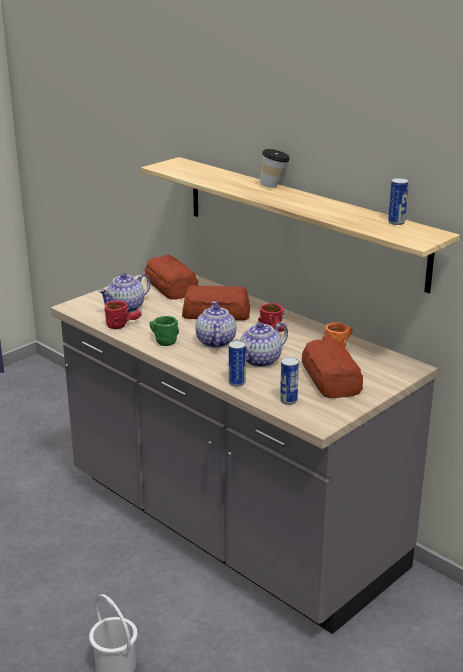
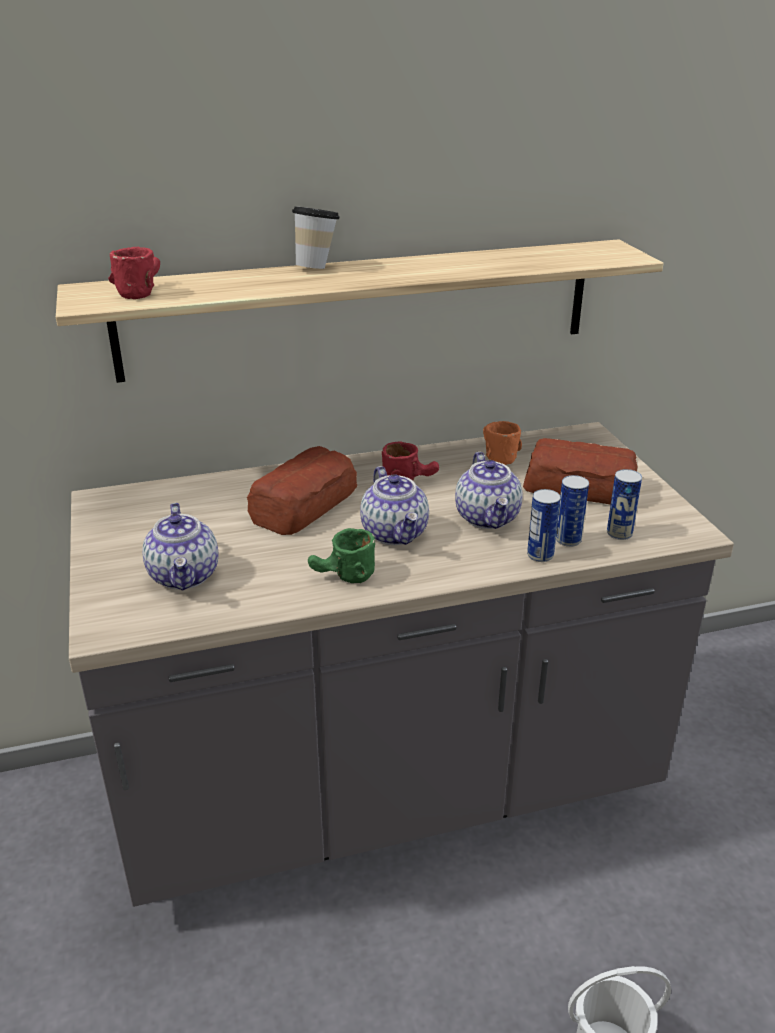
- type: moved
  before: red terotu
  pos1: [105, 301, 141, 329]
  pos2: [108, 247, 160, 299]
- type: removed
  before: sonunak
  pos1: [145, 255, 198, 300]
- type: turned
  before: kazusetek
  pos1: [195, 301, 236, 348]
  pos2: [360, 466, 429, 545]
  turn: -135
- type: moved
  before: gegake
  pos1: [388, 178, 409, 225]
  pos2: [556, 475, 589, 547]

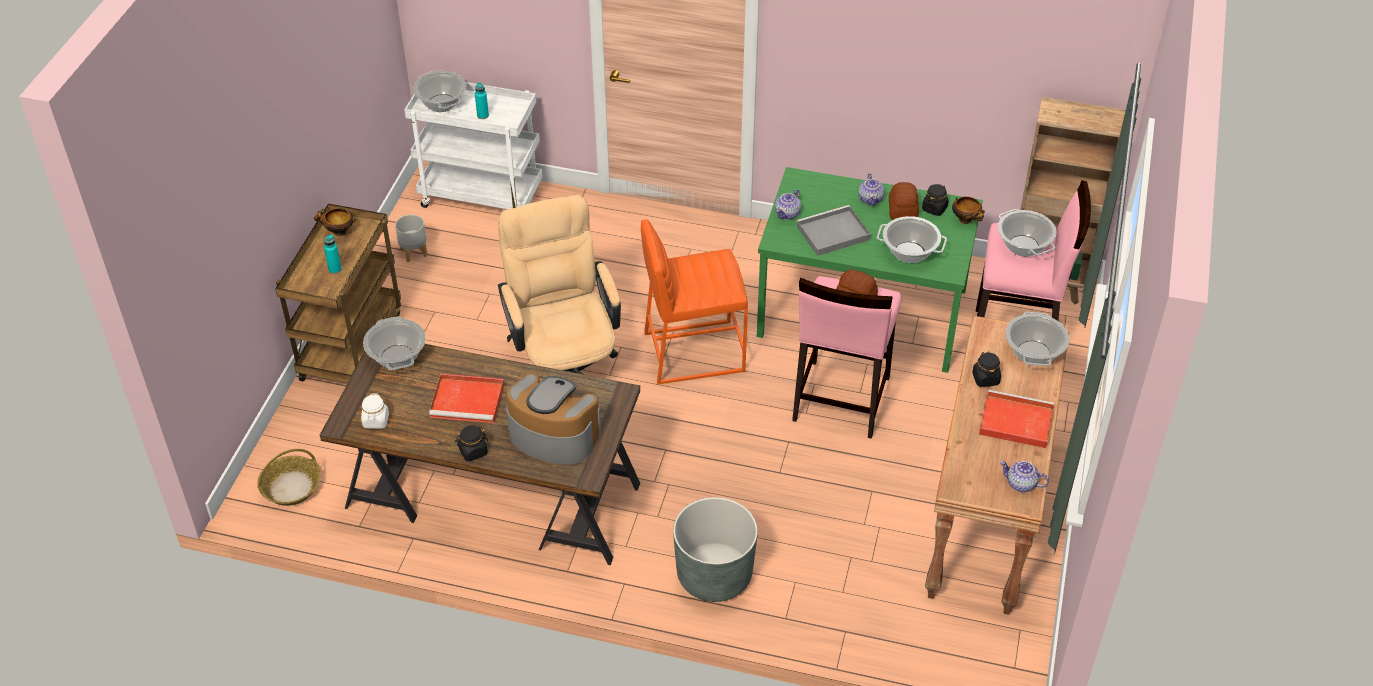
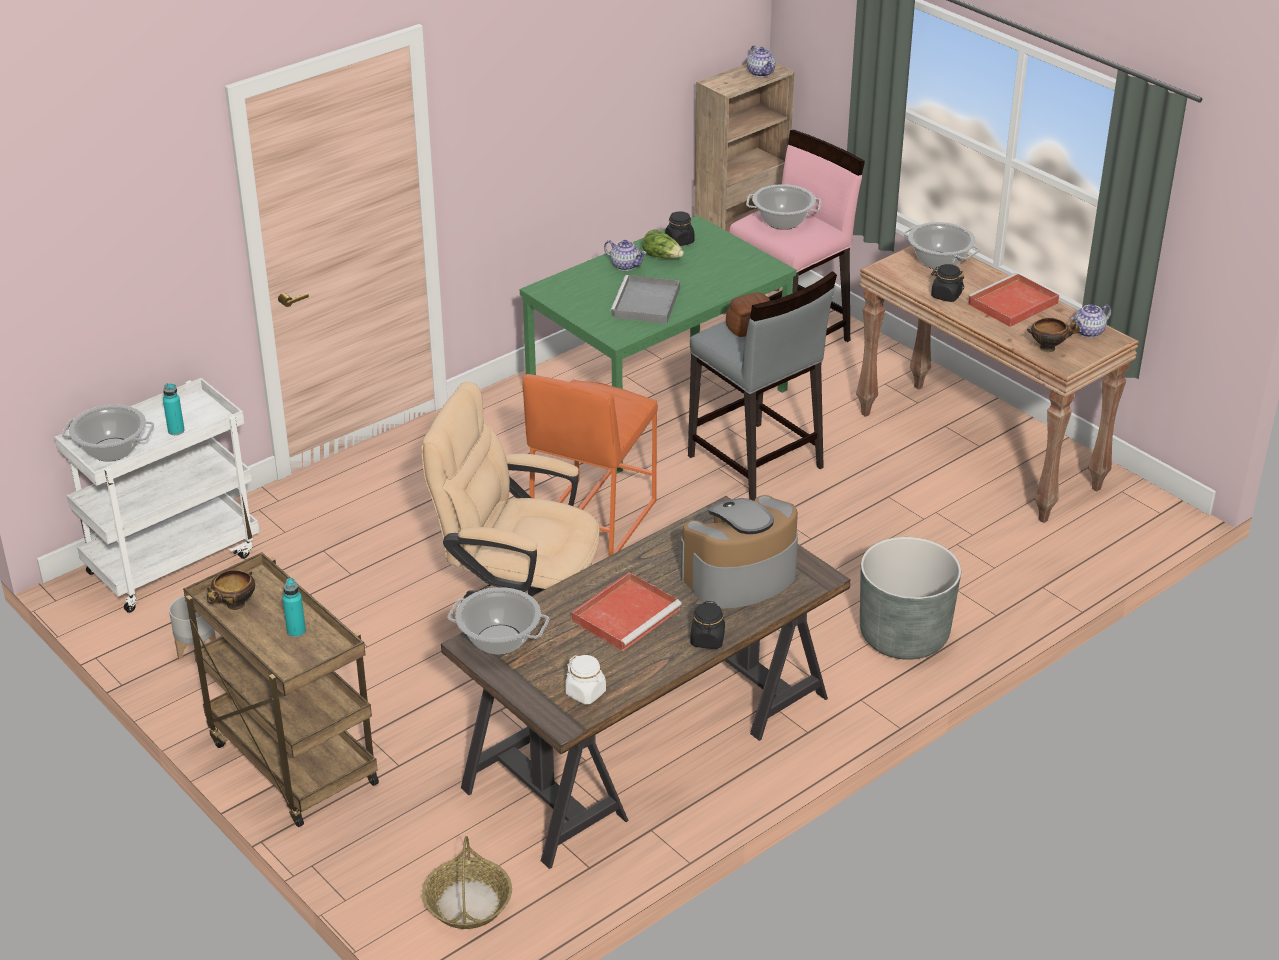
- type: moved
  before: kazusetek
  pos1: [775, 189, 801, 220]
  pos2: [747, 45, 776, 77]
- type: recoloured
  before: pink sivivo
  after: grey sivivo
  pos1: [792, 276, 901, 439]
  pos2: [688, 271, 837, 501]
- type: removed
  before: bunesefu
  pos1: [877, 216, 947, 263]
- type: replaced
  before: sonunak
  after: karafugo
  pos1: [889, 182, 919, 220]
  pos2: [642, 229, 684, 258]
- type: moved
  before: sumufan
  pos1: [952, 197, 985, 224]
  pos2: [1027, 318, 1080, 352]

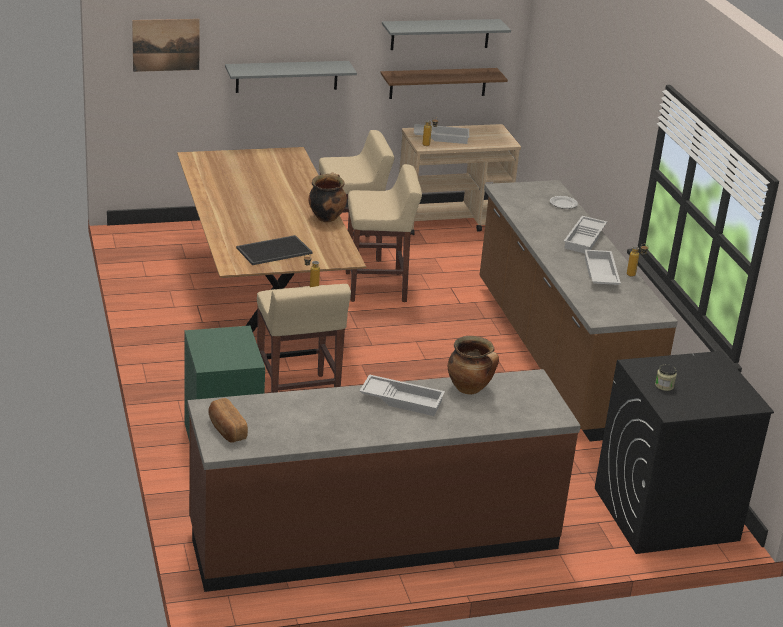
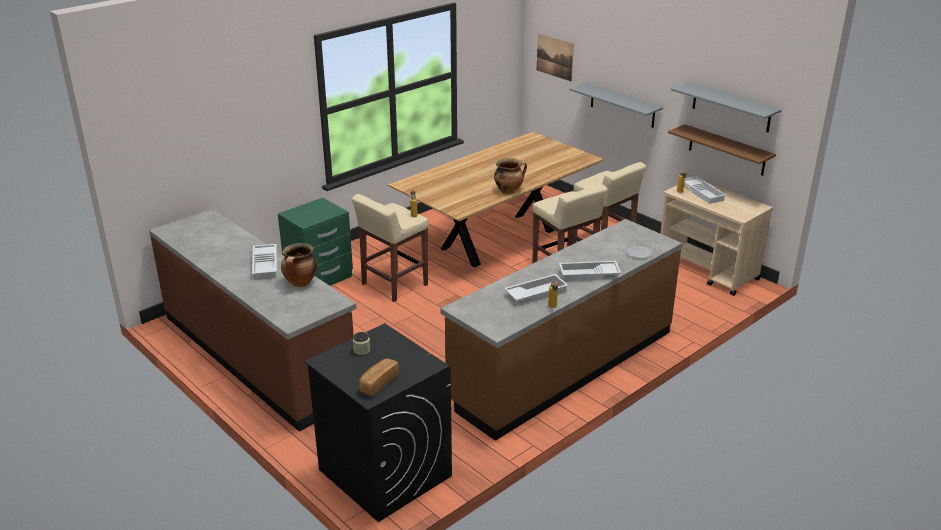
- type: moved
  before: sonunak
  pos1: [208, 398, 248, 443]
  pos2: [358, 358, 399, 396]
- type: removed
  before: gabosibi
  pos1: [236, 235, 313, 265]

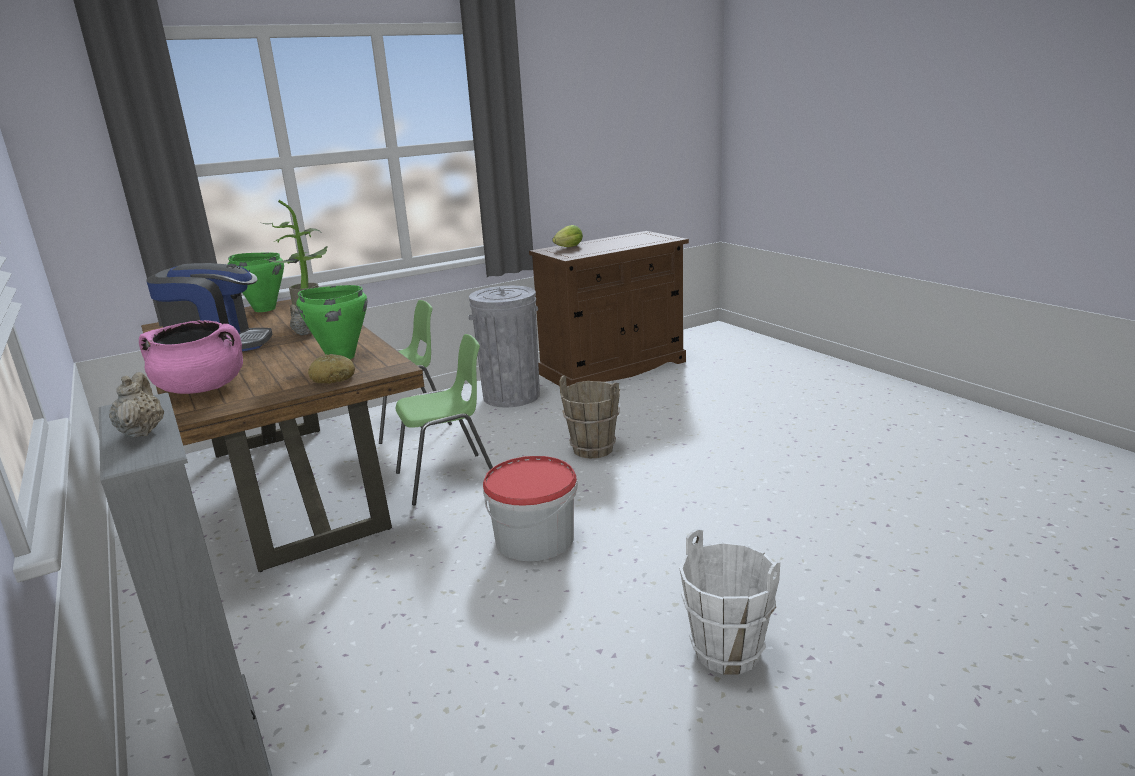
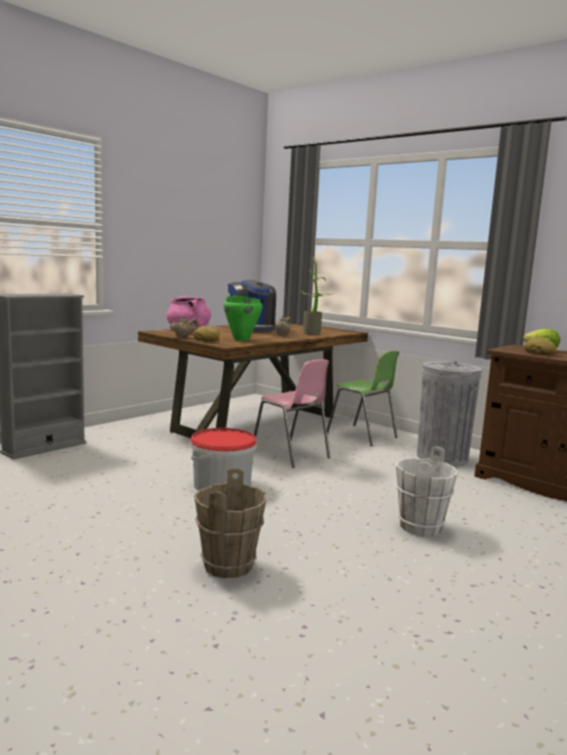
- type: moved
  before: beige kazusetek
  pos1: [109, 372, 164, 438]
  pos2: [170, 316, 199, 337]
- type: removed
  before: green bunesefu
  pos1: [228, 253, 284, 312]
- type: recoloured
  before: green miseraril
  after: pink miseraril
  pos1: [396, 334, 493, 505]
  pos2: [254, 359, 330, 468]
- type: moved
  before: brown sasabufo
  pos1: [559, 375, 620, 458]
  pos2: [194, 468, 266, 578]
- type: moved
  before: white sasabufo
  pos1: [679, 529, 780, 675]
  pos2: [396, 447, 458, 536]
- type: added
  after: sonunak
  pos2: [524, 337, 556, 355]

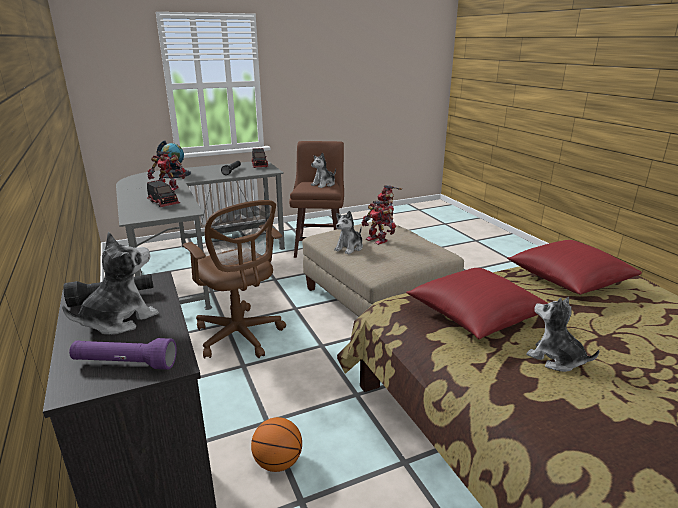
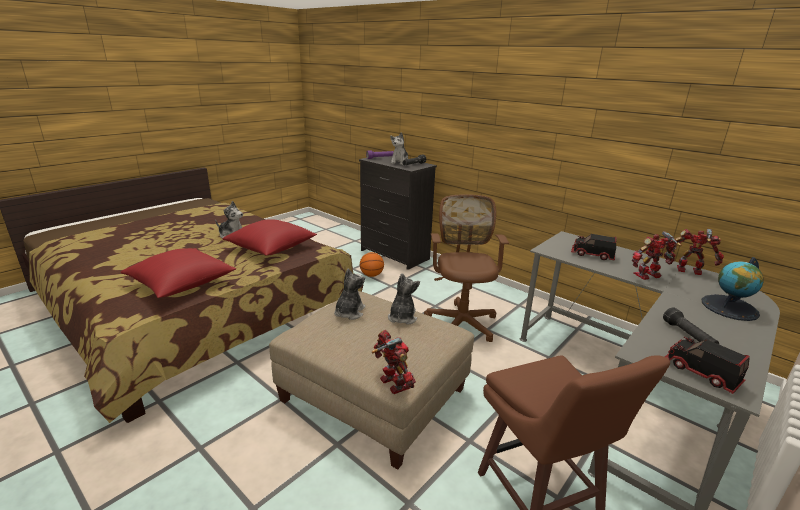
- type: turned
  before: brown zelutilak
  pos1: [183, 200, 286, 359]
  pos2: [424, 194, 509, 342]
  turn: 60
- type: moved
  before: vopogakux
  pos1: [311, 153, 336, 188]
  pos2: [334, 268, 366, 320]
- type: moved
  before: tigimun
  pos1: [361, 201, 396, 245]
  pos2: [671, 229, 724, 275]

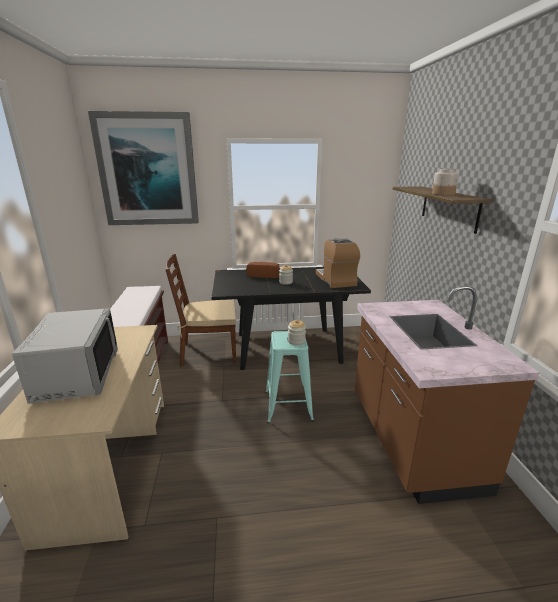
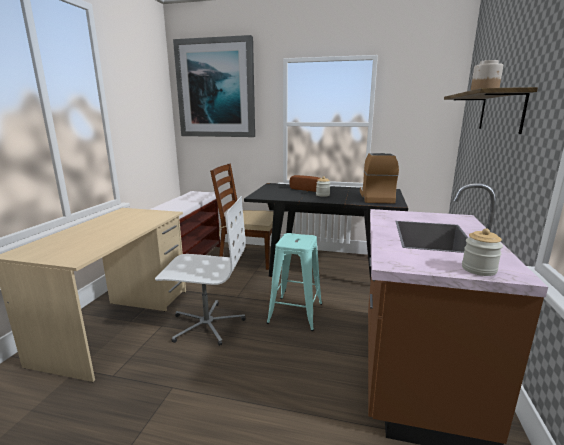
- type: removed
  before: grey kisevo
  pos1: [12, 308, 118, 404]
- type: moved
  before: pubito
  pos1: [288, 320, 306, 345]
  pos2: [462, 228, 503, 276]
- type: added
  after: white zelutilak
  pos2: [155, 196, 246, 346]

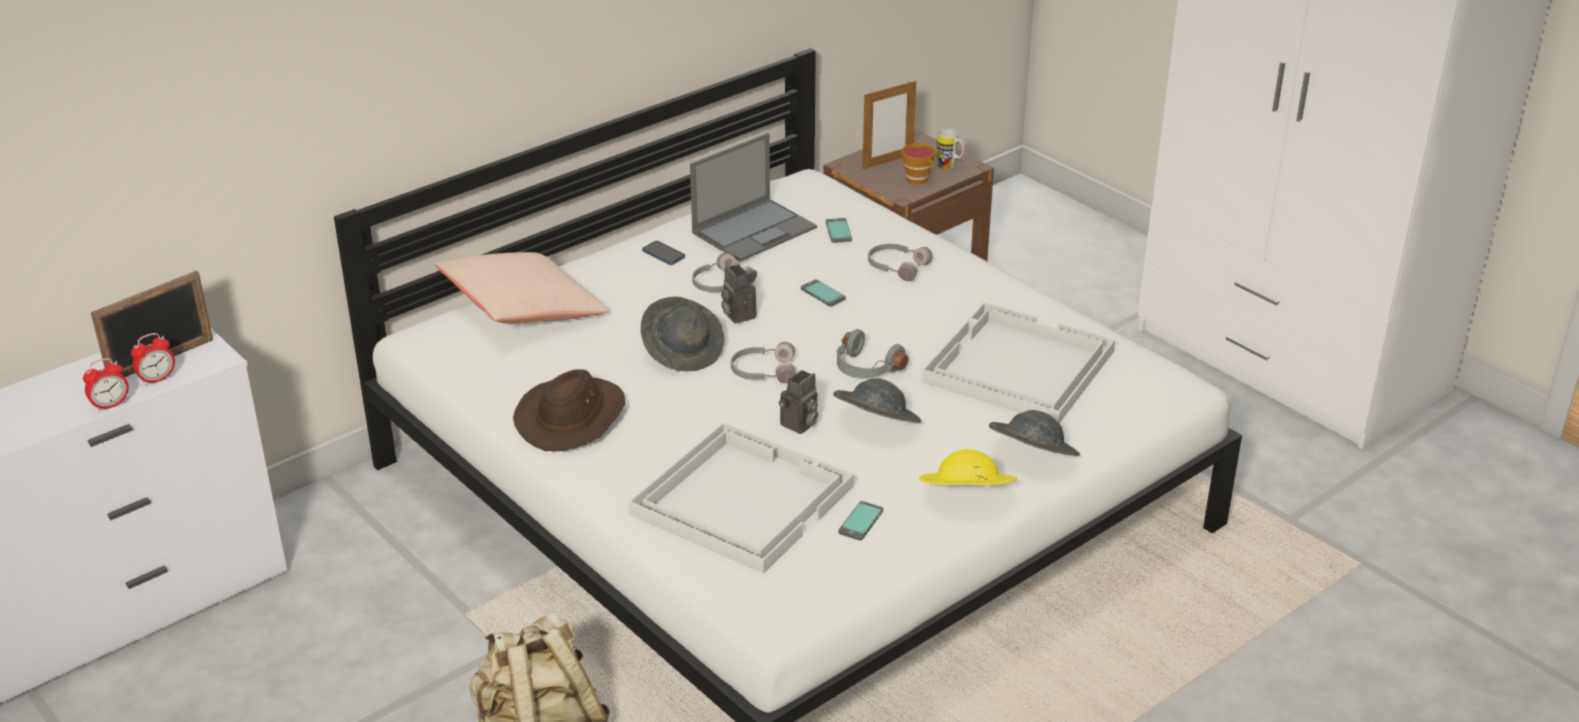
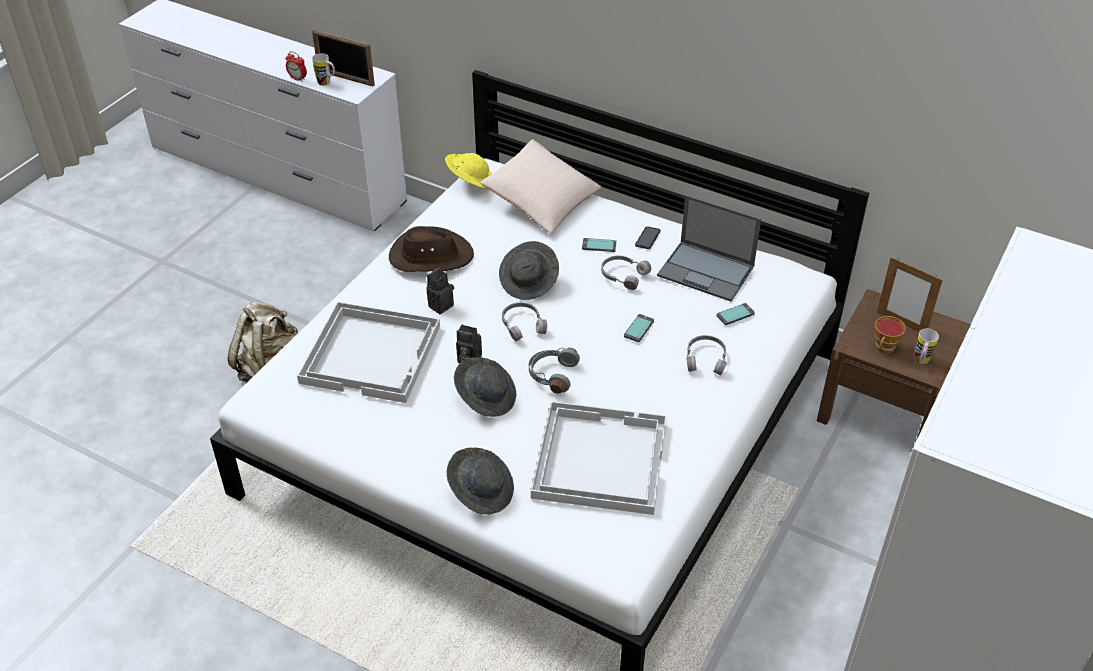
- type: replaced
  before: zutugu
  after: terotu
  pos1: [131, 333, 175, 386]
  pos2: [312, 53, 335, 86]
- type: moved
  before: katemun
  pos1: [721, 265, 757, 324]
  pos2: [427, 268, 454, 314]
- type: moved
  before: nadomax
  pos1: [838, 501, 883, 541]
  pos2: [582, 238, 616, 252]
- type: moved
  before: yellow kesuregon
  pos1: [919, 449, 1018, 485]
  pos2: [445, 153, 492, 189]

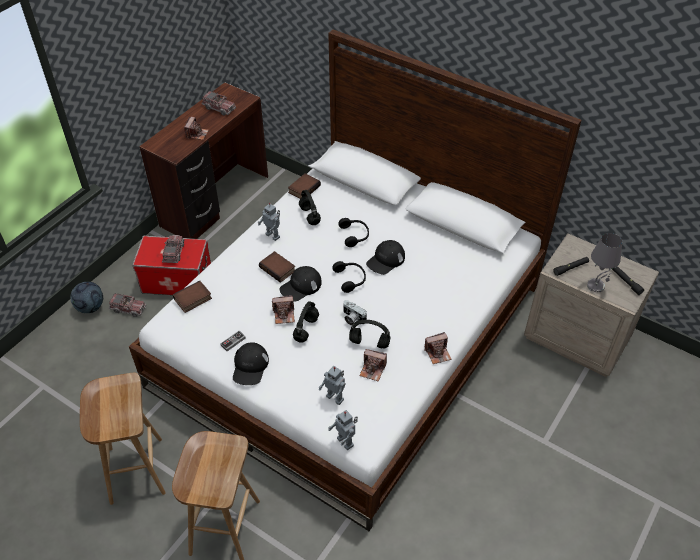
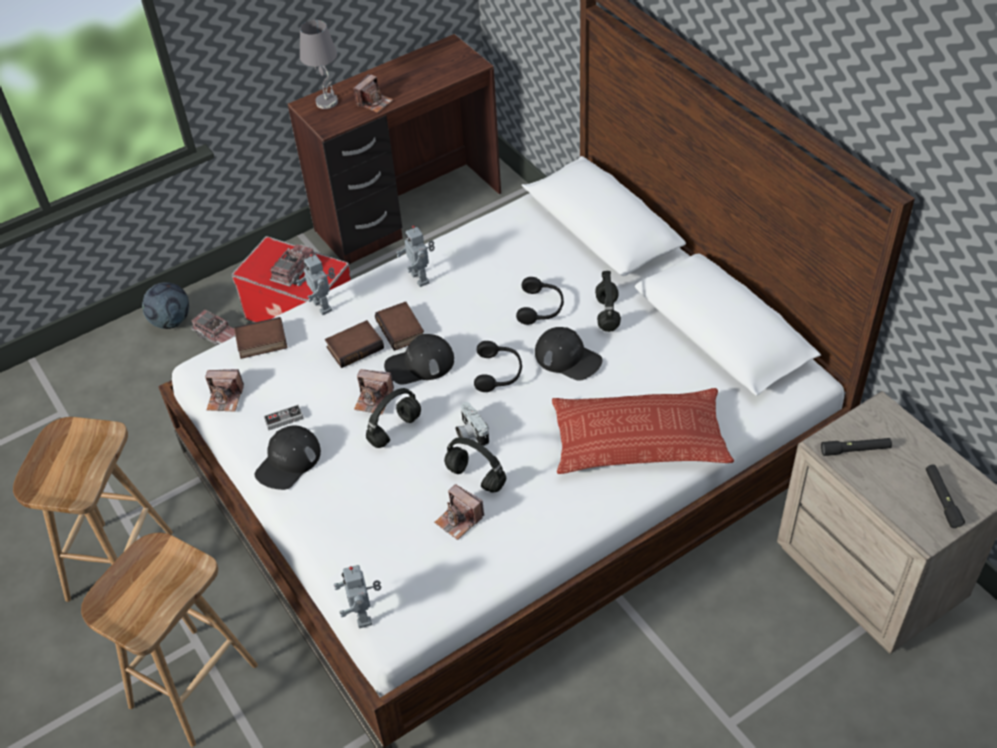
- type: removed
  before: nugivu
  pos1: [201, 91, 236, 116]
- type: moved
  before: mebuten
  pos1: [288, 173, 321, 199]
  pos2: [325, 320, 384, 368]
- type: moved
  before: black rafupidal
  pos1: [299, 190, 321, 225]
  pos2: [595, 271, 621, 332]
- type: moved
  before: tigimun
  pos1: [319, 366, 346, 405]
  pos2: [296, 254, 335, 315]
- type: turned
  before: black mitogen
  pos1: [366, 240, 405, 275]
  pos2: [535, 327, 602, 381]
  turn: -120
- type: moved
  before: katemun
  pos1: [424, 332, 452, 364]
  pos2: [205, 369, 244, 412]
- type: moved
  before: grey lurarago
  pos1: [587, 233, 622, 293]
  pos2: [300, 20, 338, 109]
- type: added
  after: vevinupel
  pos2: [552, 388, 734, 474]

